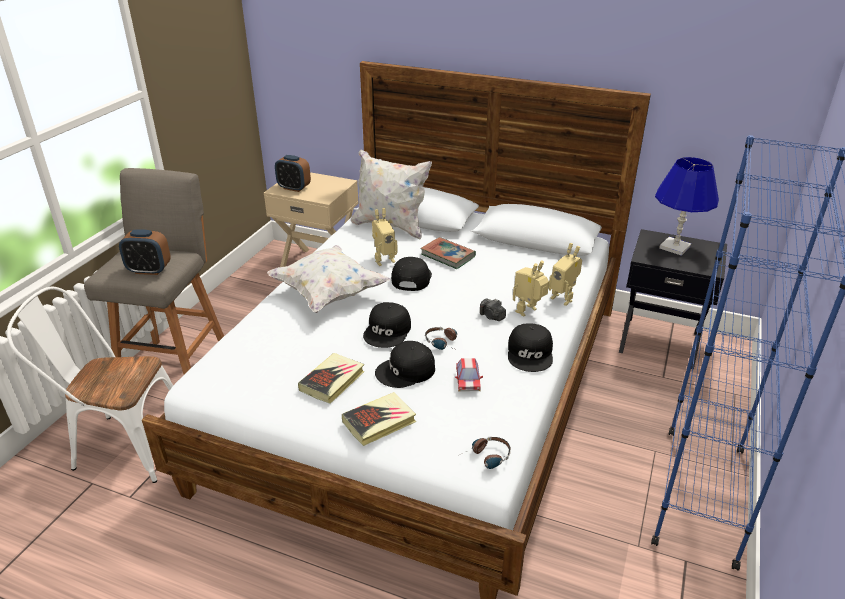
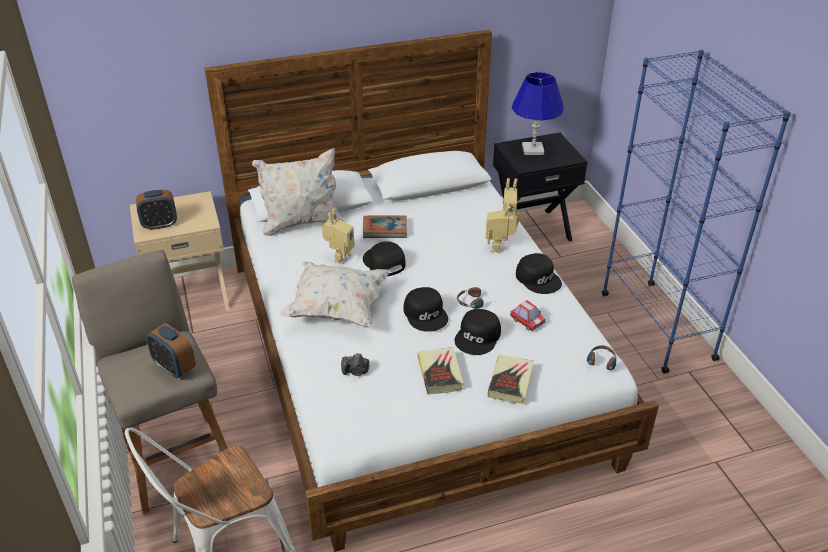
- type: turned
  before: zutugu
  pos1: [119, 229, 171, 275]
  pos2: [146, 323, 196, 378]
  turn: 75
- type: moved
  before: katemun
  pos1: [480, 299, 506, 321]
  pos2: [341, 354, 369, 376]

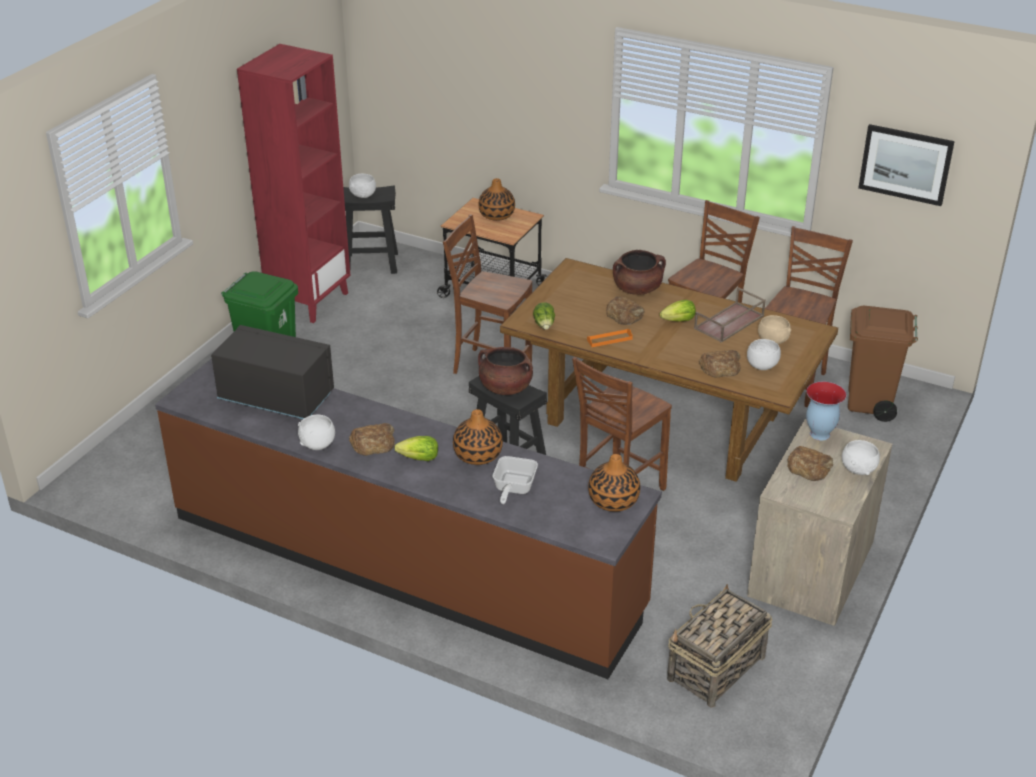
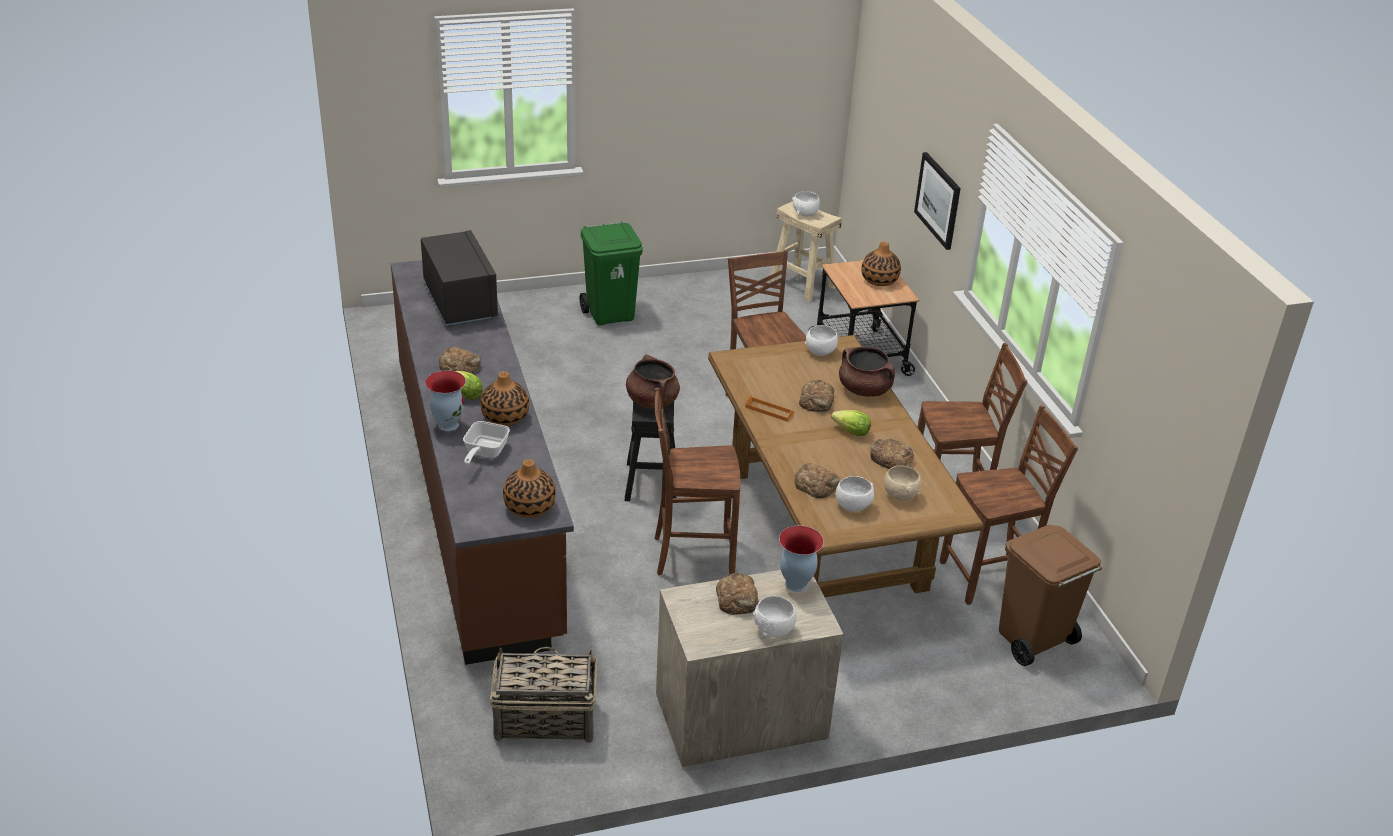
- type: removed
  before: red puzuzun
  pos1: [237, 44, 351, 323]
- type: moved
  before: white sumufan
  pos1: [298, 415, 335, 450]
  pos2: [805, 325, 838, 356]
- type: recoloured
  before: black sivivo
  after: beige sivivo
  pos1: [343, 185, 398, 274]
  pos2: [769, 201, 842, 302]
- type: turned
  before: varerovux
  pos1: [493, 456, 538, 504]
  pos2: [463, 421, 510, 465]
  turn: -45
- type: removed
  before: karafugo
  pos1: [533, 302, 555, 330]
- type: replaced
  before: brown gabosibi
  after: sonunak
  pos1: [694, 287, 766, 343]
  pos2: [870, 438, 914, 469]
- type: moved
  before: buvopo
  pos1: [858, 124, 955, 206]
  pos2: [914, 152, 961, 250]
- type: added
  after: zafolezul
  pos2: [425, 370, 466, 431]

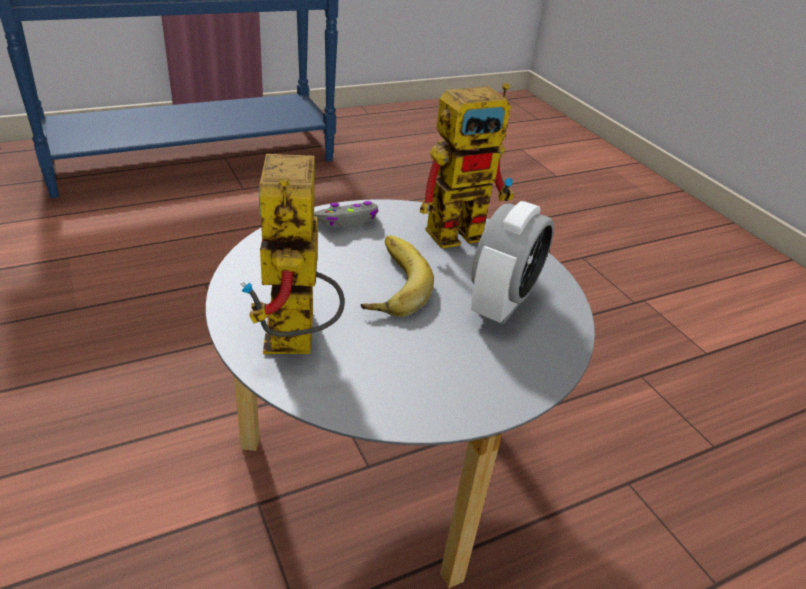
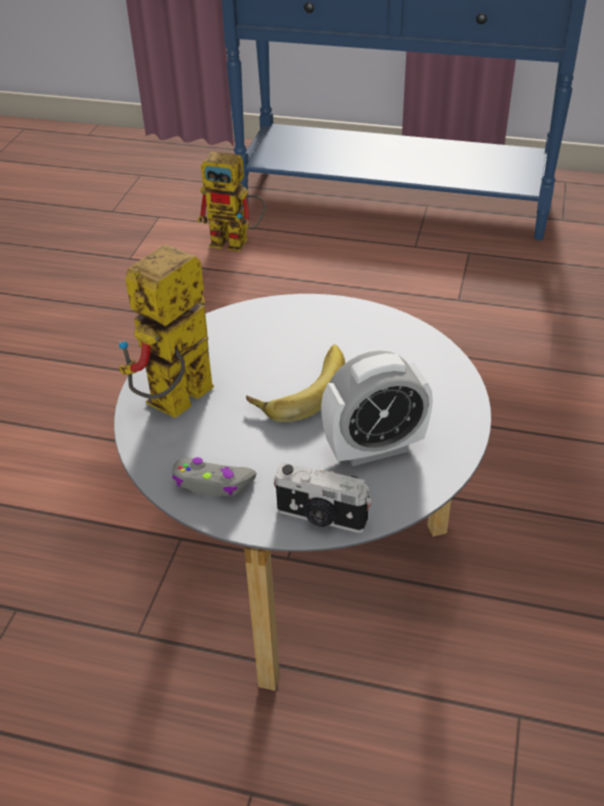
- type: moved
  before: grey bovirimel
  pos1: [314, 201, 378, 229]
  pos2: [172, 457, 256, 497]
- type: moved
  before: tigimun
  pos1: [420, 82, 515, 249]
  pos2: [197, 152, 266, 252]
- type: added
  after: katemun
  pos2: [273, 463, 372, 533]

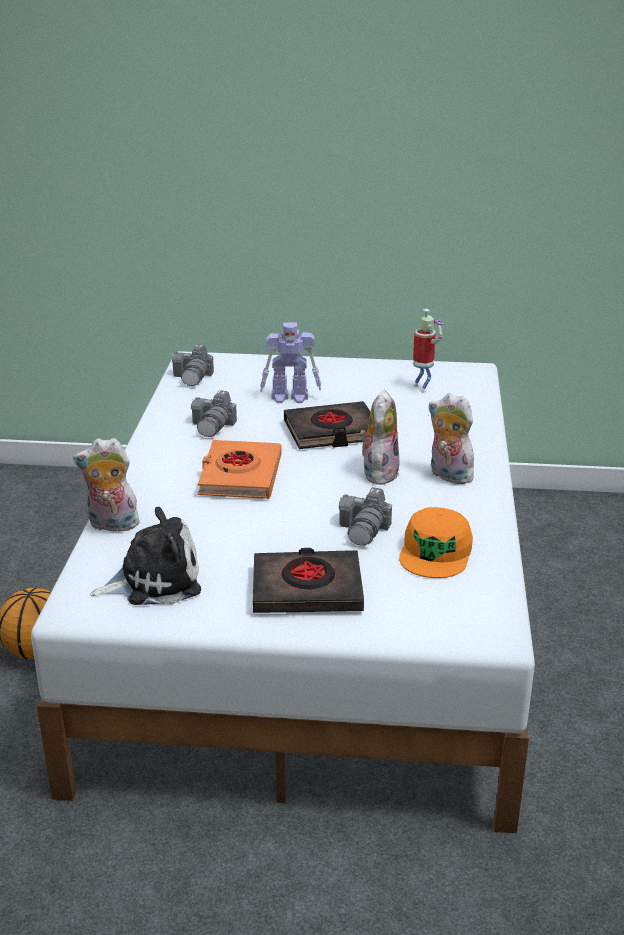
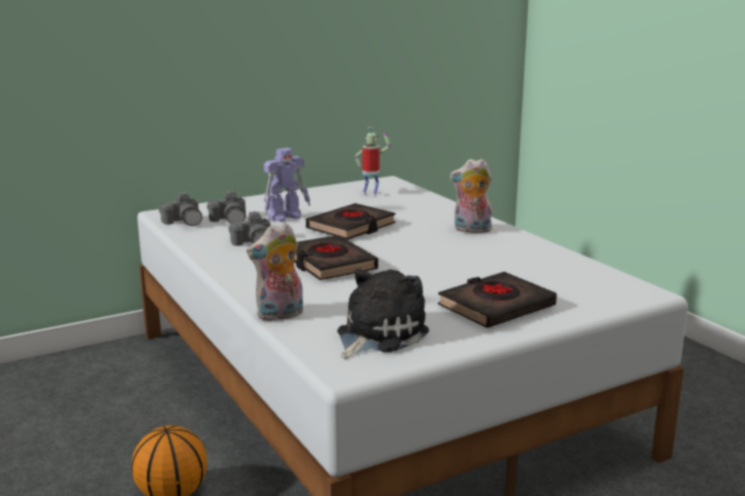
- type: recoloured
  before: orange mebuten
  after: black mebuten
  pos1: [198, 440, 282, 499]
  pos2: [294, 235, 378, 280]
- type: moved
  before: katemun
  pos1: [339, 487, 392, 546]
  pos2: [207, 191, 246, 223]
- type: removed
  before: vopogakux
  pos1: [359, 390, 399, 485]
- type: removed
  before: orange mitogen
  pos1: [399, 507, 473, 578]

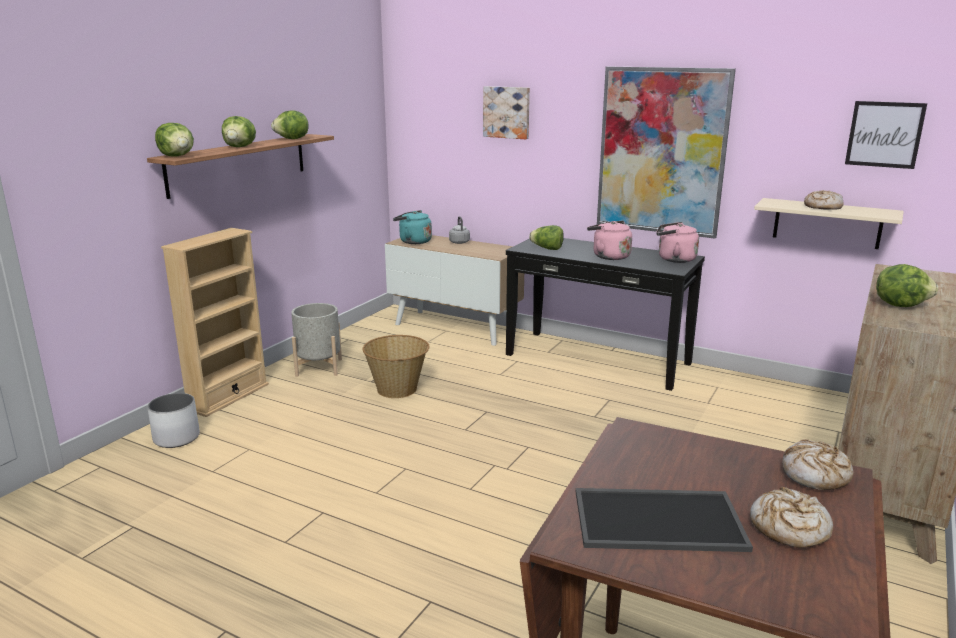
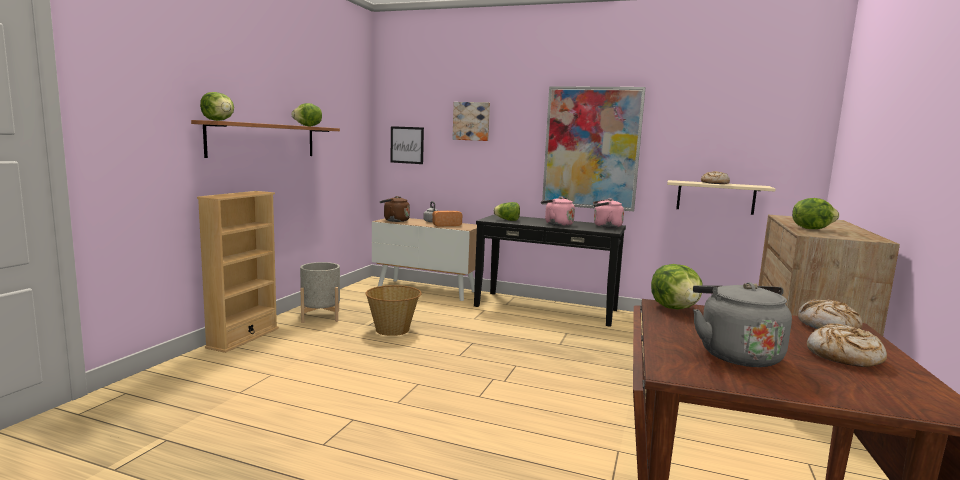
- type: removed
  before: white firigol
  pos1: [147, 393, 200, 448]
- type: moved
  before: karafugo
  pos1: [222, 116, 256, 147]
  pos2: [651, 264, 703, 309]
- type: recoloured
  before: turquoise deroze
  after: brown deroze
  pos1: [393, 210, 432, 244]
  pos2: [380, 196, 410, 222]
- type: replaced
  before: gabosibi
  after: grey deroze
  pos1: [576, 488, 753, 552]
  pos2: [693, 282, 792, 367]
- type: moved
  before: buvopo
  pos1: [845, 101, 927, 169]
  pos2: [390, 126, 424, 164]
- type: added
  after: sonunak
  pos2: [432, 211, 462, 226]

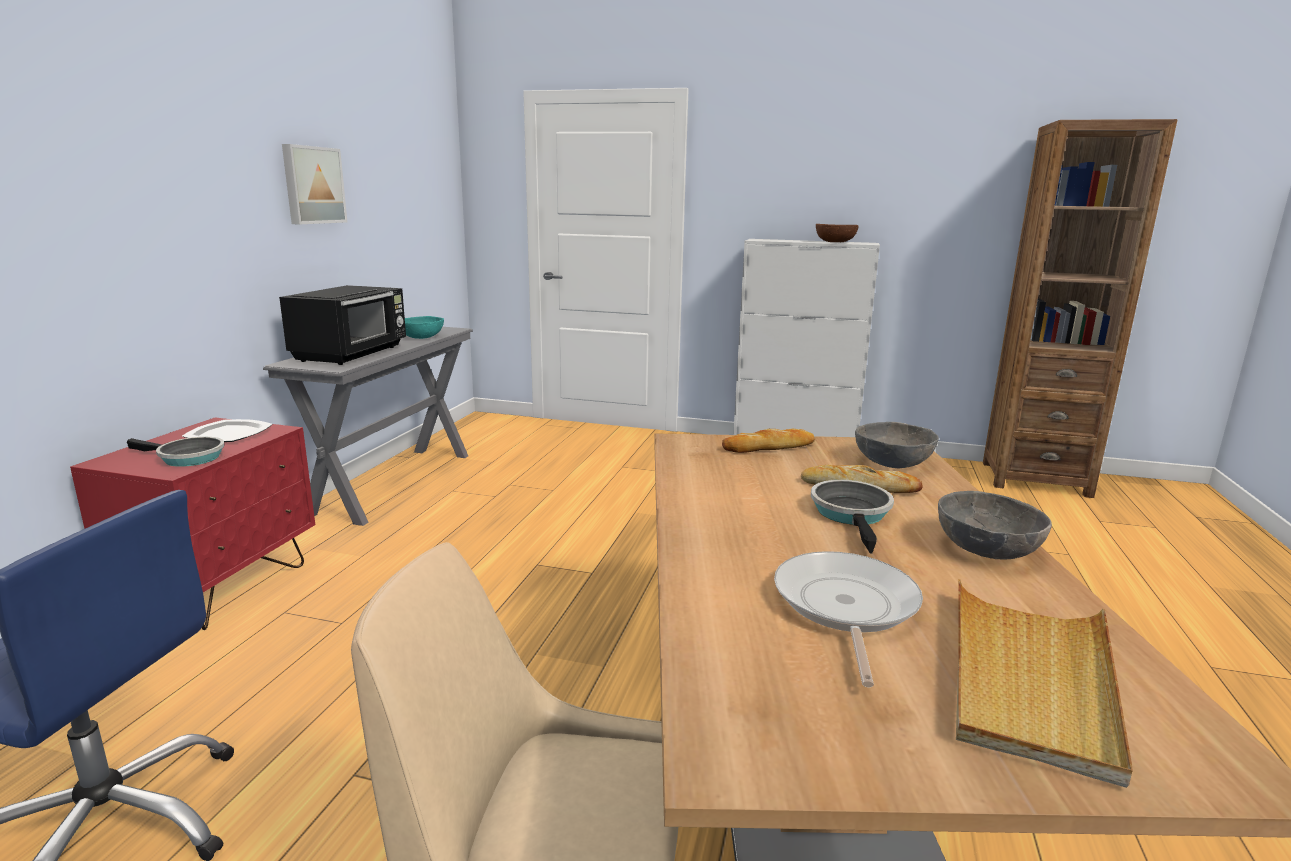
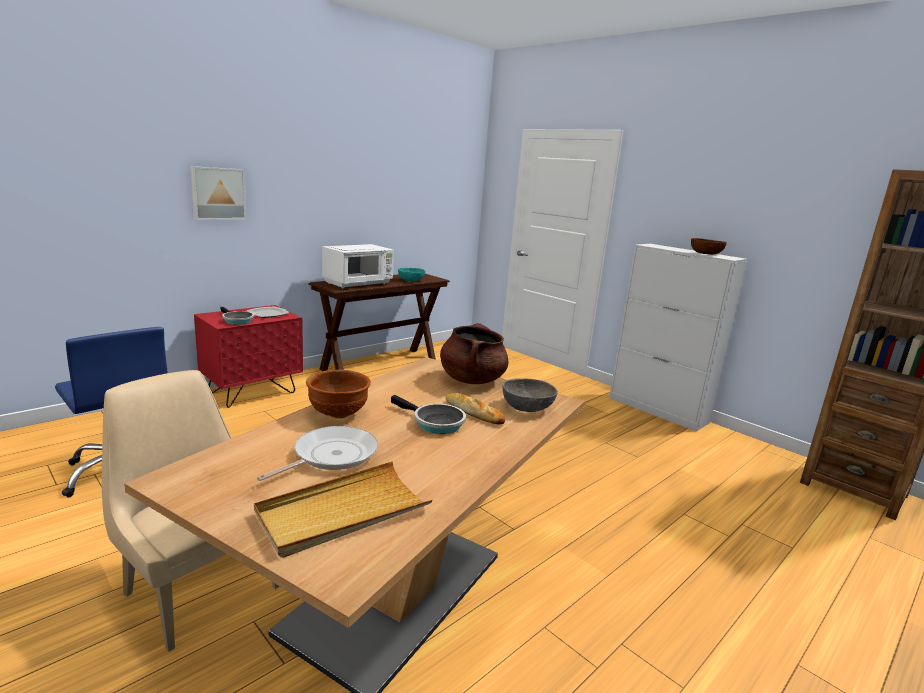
- type: recoloured
  before: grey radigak
  after: brown radigak
  pos1: [263, 327, 473, 526]
  pos2: [309, 274, 450, 371]
- type: recoloured
  before: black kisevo
  after: white kisevo
  pos1: [279, 285, 406, 365]
  pos2: [322, 244, 394, 288]
- type: moved
  before: buvopo
  pos1: [282, 144, 347, 224]
  pos2: [190, 166, 247, 220]
- type: replaced
  before: sonunak
  after: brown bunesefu
  pos1: [722, 429, 815, 453]
  pos2: [440, 323, 508, 384]
- type: turned
  before: varerovux
  pos1: [811, 480, 894, 553]
  pos2: [391, 395, 466, 434]
  turn: 90
- type: removed
  before: grey sumufan
  pos1: [938, 491, 1052, 560]
- type: added
  after: brown sumufan
  pos2: [306, 369, 371, 418]

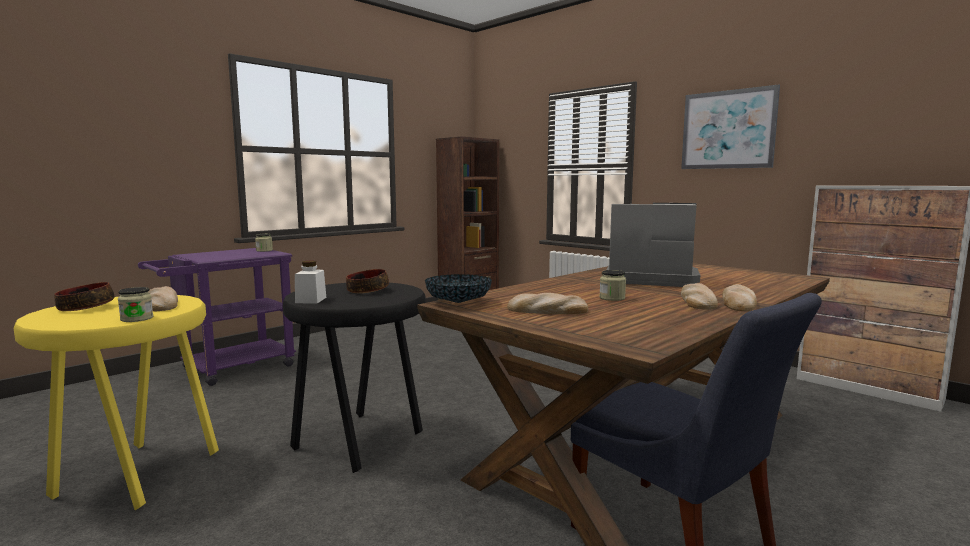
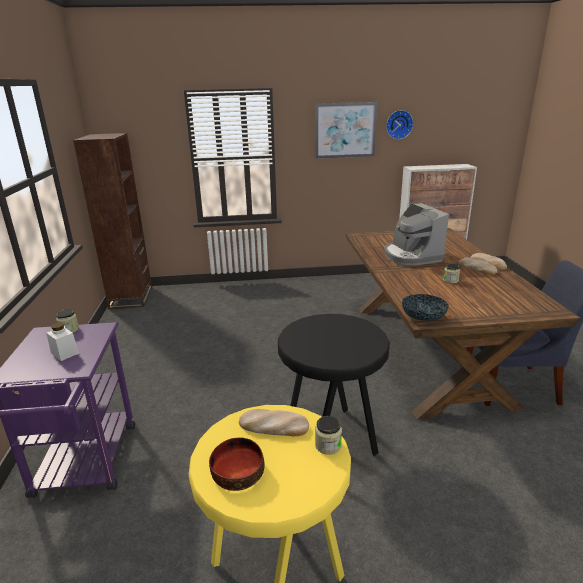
- type: moved
  before: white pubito
  pos1: [295, 260, 326, 303]
  pos2: [46, 322, 79, 361]
- type: removed
  before: sumufan
  pos1: [346, 269, 389, 293]
- type: removed
  before: sonunak
  pos1: [507, 293, 588, 314]
- type: turned
  before: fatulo
  pos1: [606, 203, 700, 287]
  pos2: [384, 203, 449, 266]
  turn: -75
- type: added
  after: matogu
  pos2: [386, 110, 413, 139]

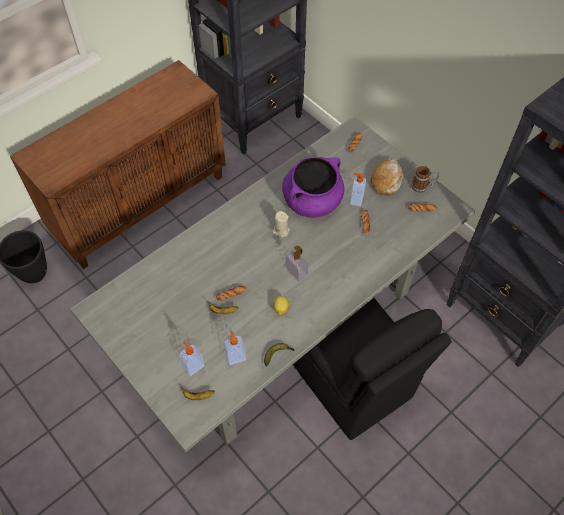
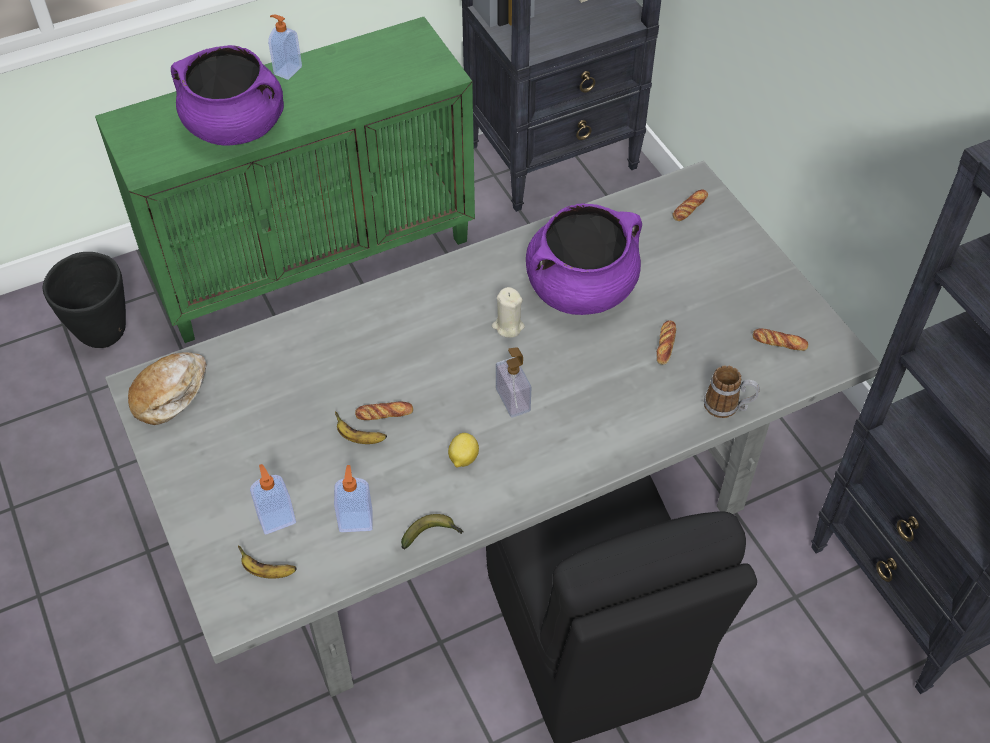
- type: recoloured
  before: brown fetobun
  after: green fetobun
  pos1: [10, 60, 226, 269]
  pos2: [95, 17, 475, 343]
- type: moved
  before: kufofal
  pos1: [350, 173, 366, 207]
  pos2: [268, 15, 302, 80]
- type: moved
  before: sonunak
  pos1: [371, 158, 403, 196]
  pos2: [128, 352, 207, 425]
- type: moved
  before: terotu
  pos1: [411, 166, 439, 193]
  pos2: [704, 365, 760, 418]
- type: added
  after: purple bunesefu
  pos2: [171, 45, 284, 146]

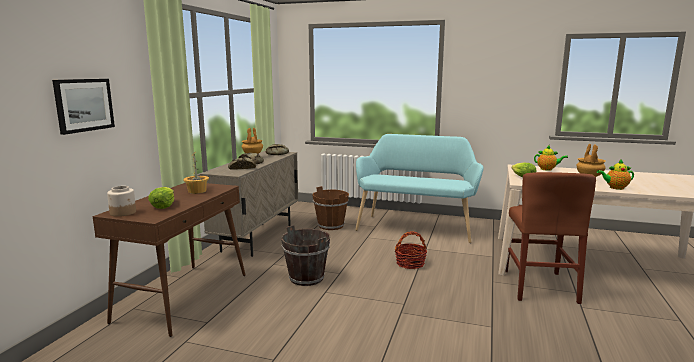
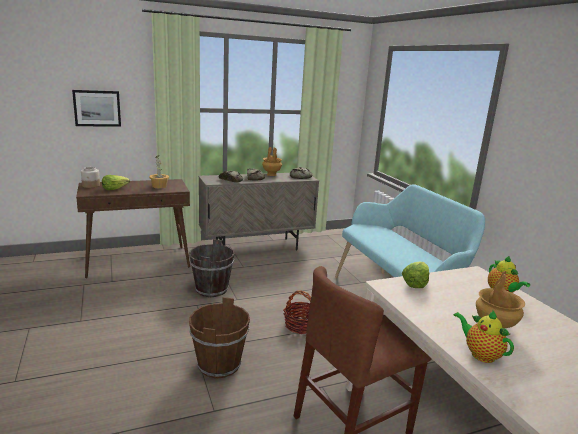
- type: moved
  before: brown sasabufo
  pos1: [313, 186, 349, 230]
  pos2: [189, 297, 250, 378]

